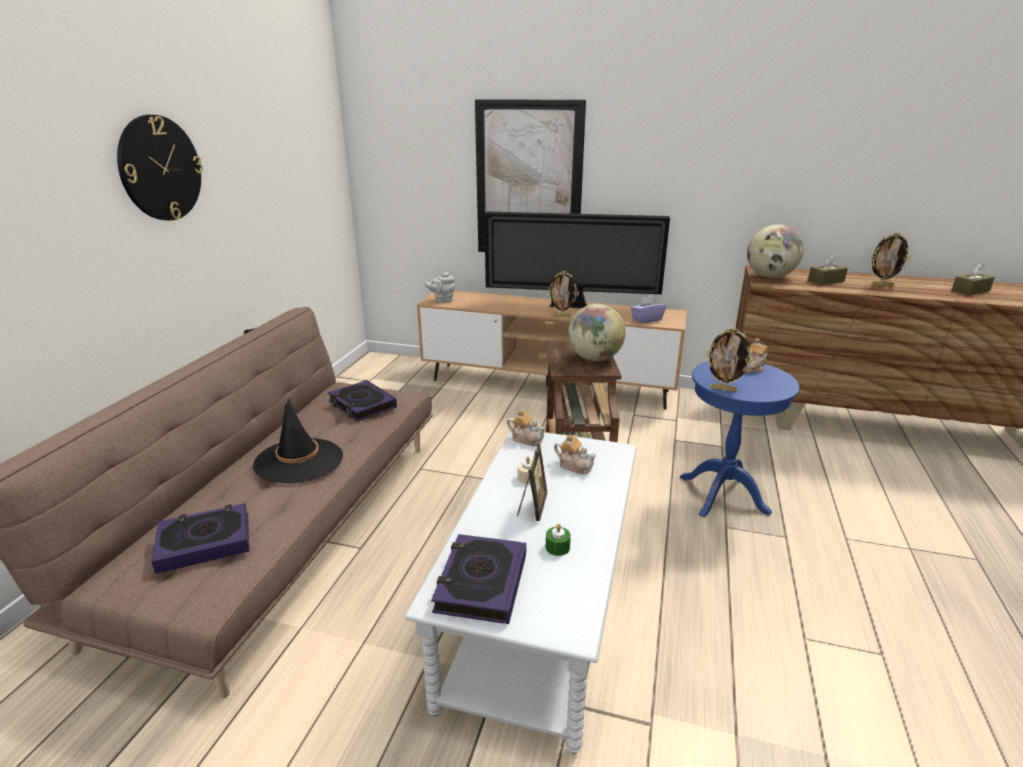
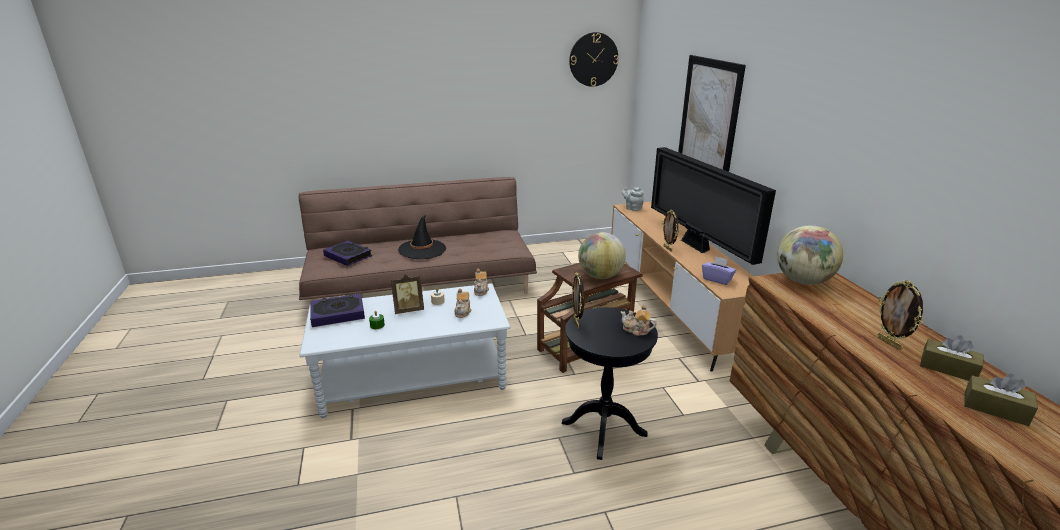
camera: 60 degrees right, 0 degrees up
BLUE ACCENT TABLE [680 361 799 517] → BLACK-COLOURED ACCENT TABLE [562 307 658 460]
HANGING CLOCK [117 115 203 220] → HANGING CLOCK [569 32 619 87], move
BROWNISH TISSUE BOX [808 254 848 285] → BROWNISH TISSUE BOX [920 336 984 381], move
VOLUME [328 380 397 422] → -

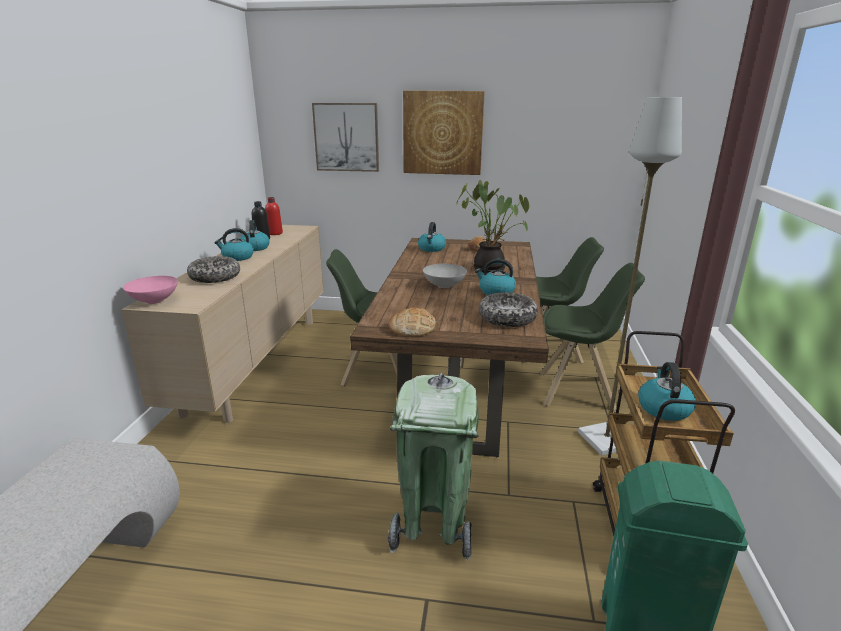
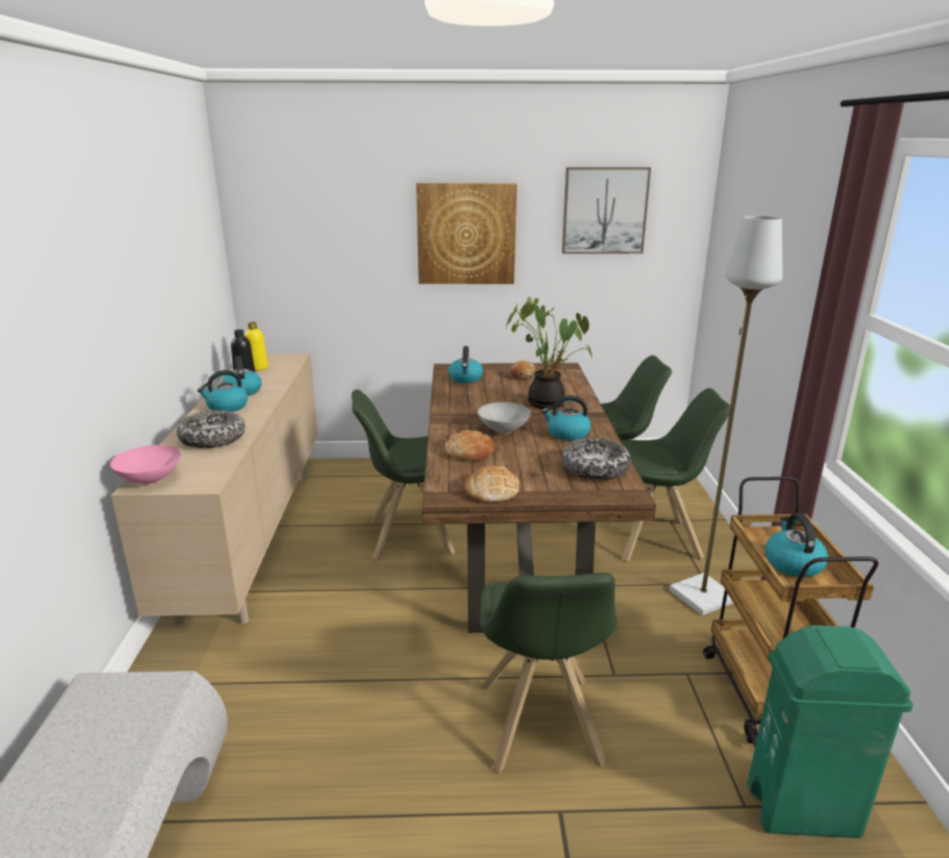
camera: 10 degrees left, 0 degrees up
RED BEVERAGE BOTTLE [265 197 283 235] → YELLOW BEVERAGE BOTTLE [245 322 268 371]
- → BAKERY BREAD [445 430 495 461]
GREEN-COLOURED TRASH CAN [388 373 479 560] → GREEN-COLOURED CHAIR [480 572 617 773]
WALL ART [312 103 379 172] → WALL ART [562 167 651 254], move

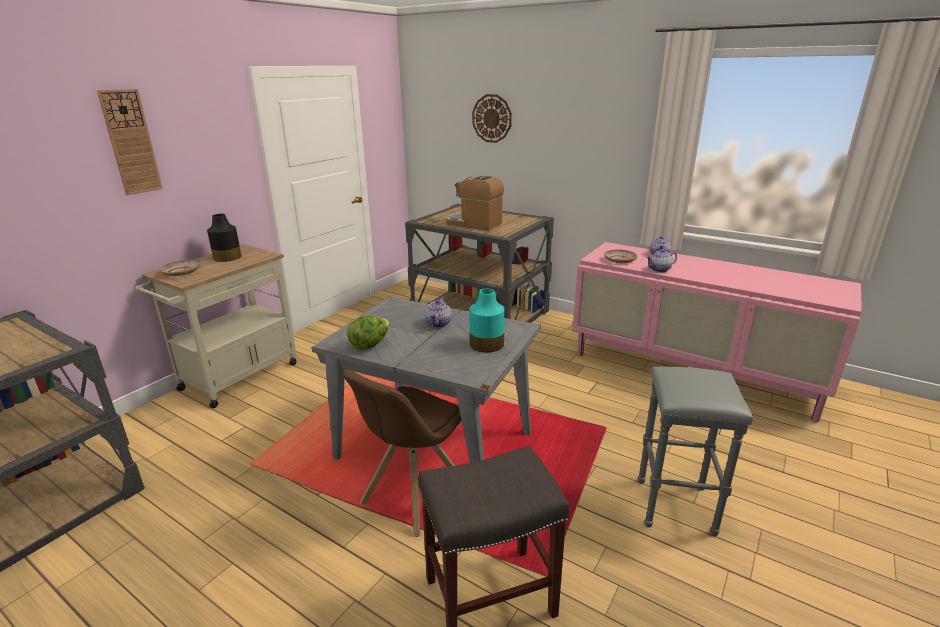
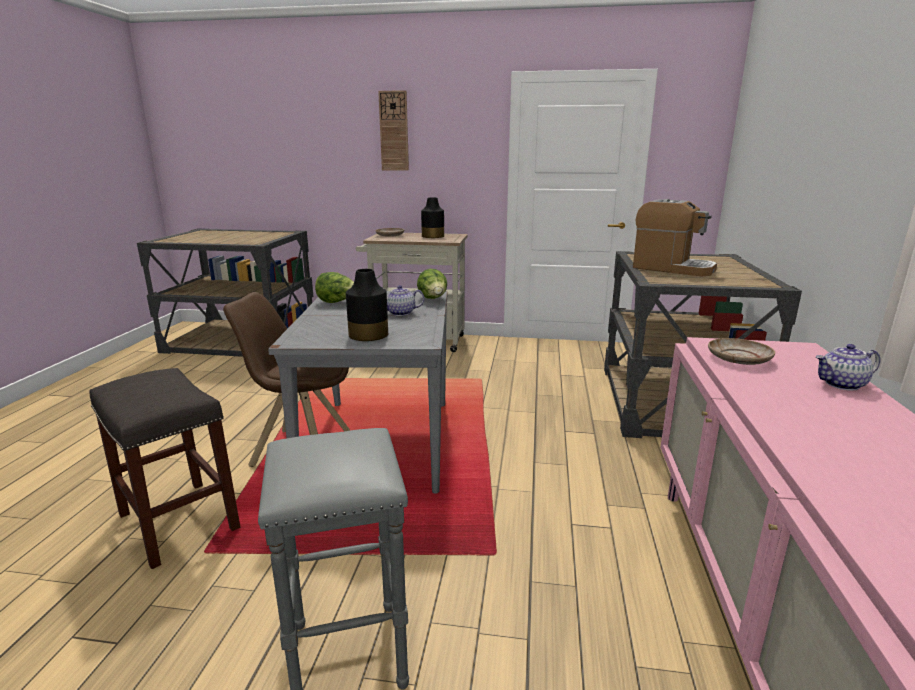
camera: 65 degrees right, 5 degrees down
BLUE-GREEN DECORATIVE VASE [469 289 505 352] → BLACK-COLOURED DECORATIVE VASE [346 269 388 341]
- → LETTUCE HEAD [417 269 447 299]
COFFEE MACHINE [446 175 504 231] → COFFEE MACHINE [633 199 717 276], 120 degrees clockwise
HANGING CLOCK [472 94 512 143] → -
TEAPOT [646 249 677 272] → -

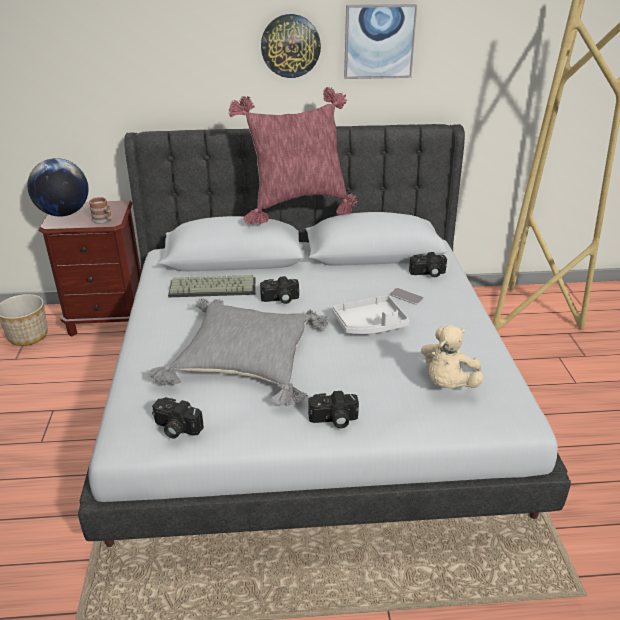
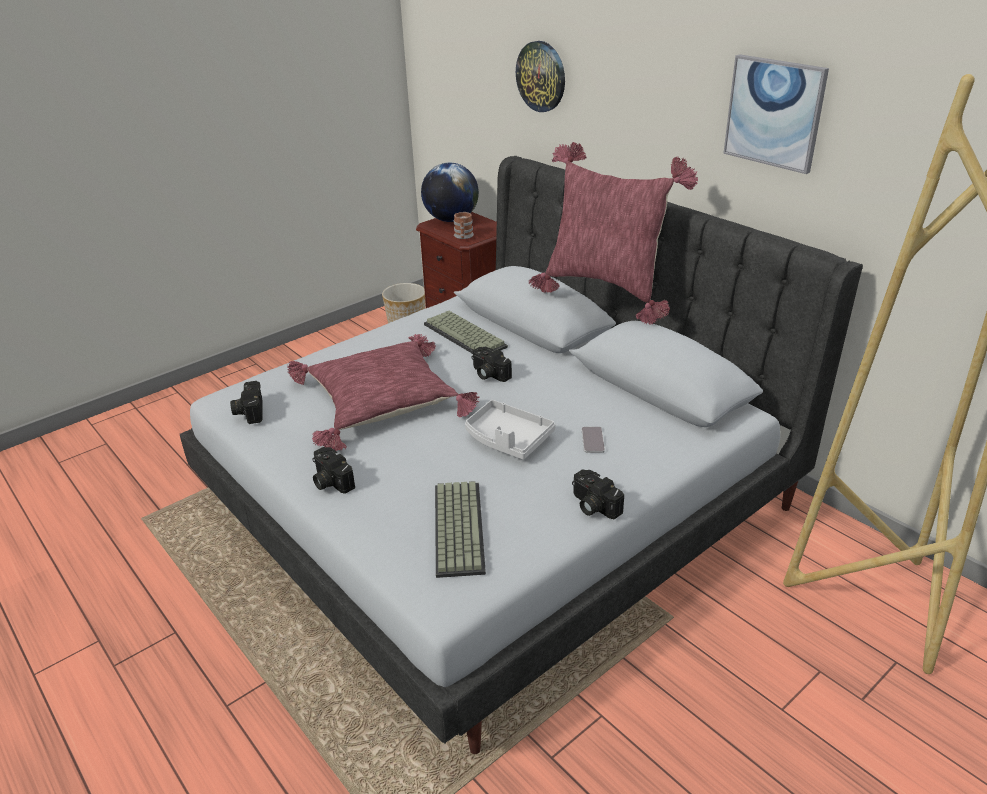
camera: 55 degrees right, 0 degrees up
GRAY CUSHION [146 298 330 406] → RED CUSHION [288 334 480 451]
BEIGE CUDDLY TOY [421 325 483 388] → PC KEYBOARD [435 481 486 578]
HANGING CLOCK [261 14 321 78] → HANGING CLOCK [516 41 565 112], move
STILL CAMERA [409 252 447 277] → STILL CAMERA [572 469 624 519], move

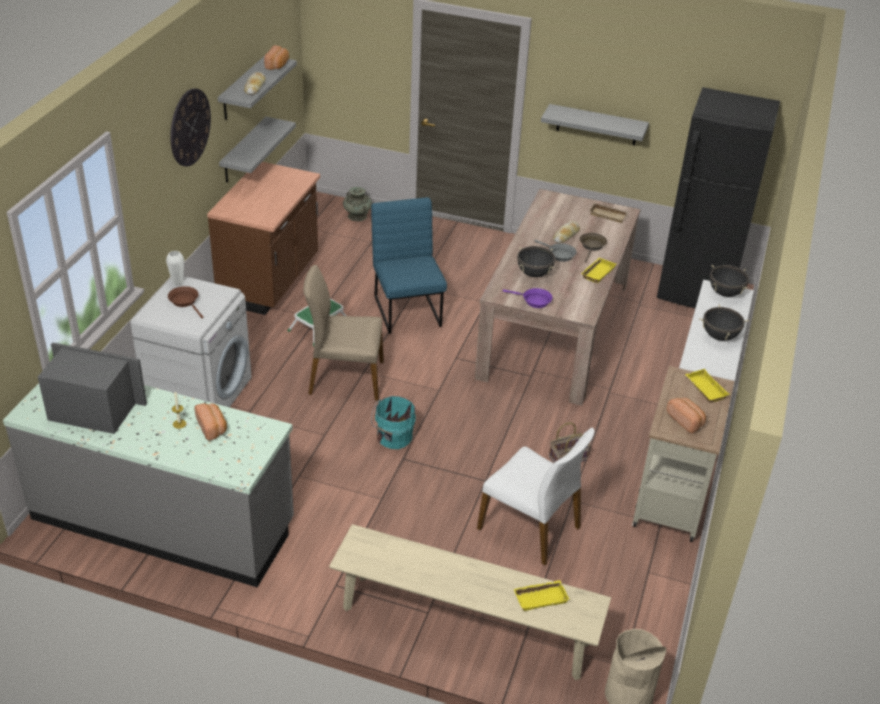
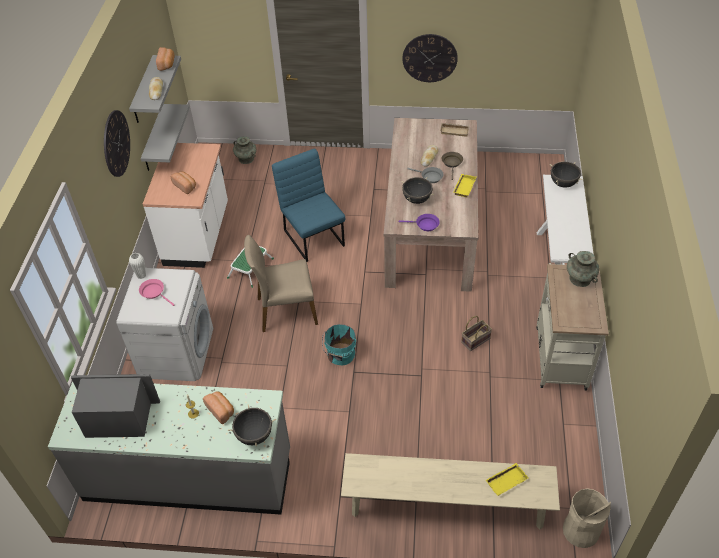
camera: 10 degrees left, 10 degrees up
BROWNISH FRYING PAN [168 286 203 318] → PINKISH FRYING PAN [139 279 175 306]
BROWNISH COUNTER [207 162 320 315] → WHITE-COLOURED COUNTER [143 143 228 268]
BAKERY BREAD [667 398 706 433] → BAKERY BREAD [171 172 196 194], move
BLACK-COLOURED STOCKPOT [699 305 749 341] → BLACK-COLOURED STOCKPOT [228 404 276 446], move
GRAY WALL SHELF [541 104 649 146] → HANGING CLOCK [402 34 458 82]
YELLOW TRAY [685 369 730 403] → BLUE-GREEN DECORATIVE VASE [567 251 599 287]
WHITE-COLOURED CHAIR [477 428 595 565] → -
BLACK-COLOURED KITCHEN FRIDGE [657 87 780 308] → -

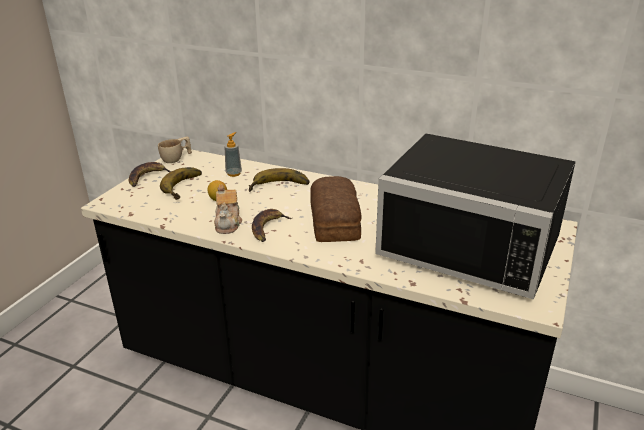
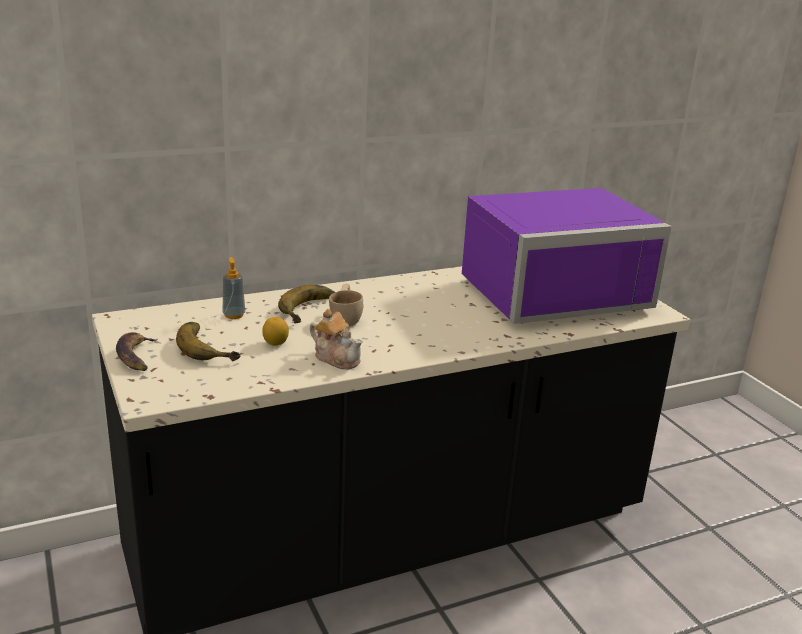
camera: 50 degrees left, 5 degrees down
BEIGE CUP [158 137 192 163] → BEIGE CUP [329 284 363 326], move
BLACK-COLOURED MICROWAVE [375 133 576 300] → PURPLE-COLOURED MICROWAVE [462 188 671 324]
WHOLE BANANA [252 209 292 242] → -
BAKERY BREAD [310 176 362 242] → -

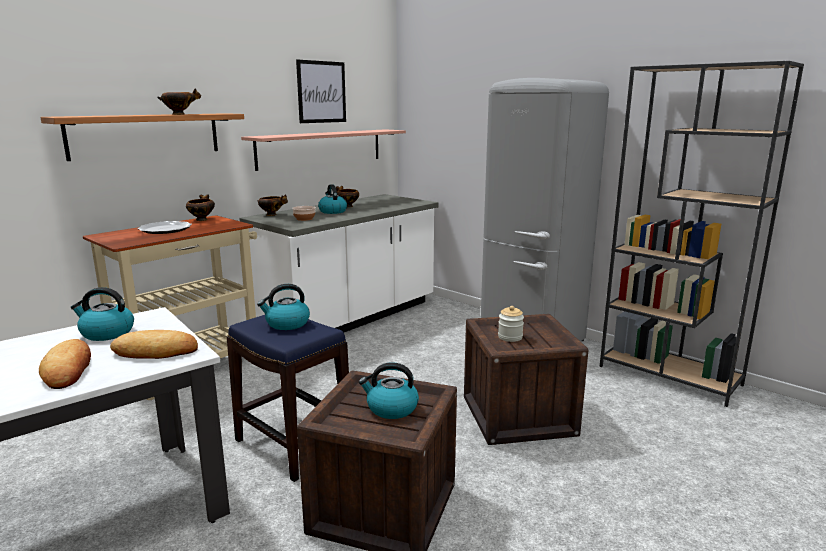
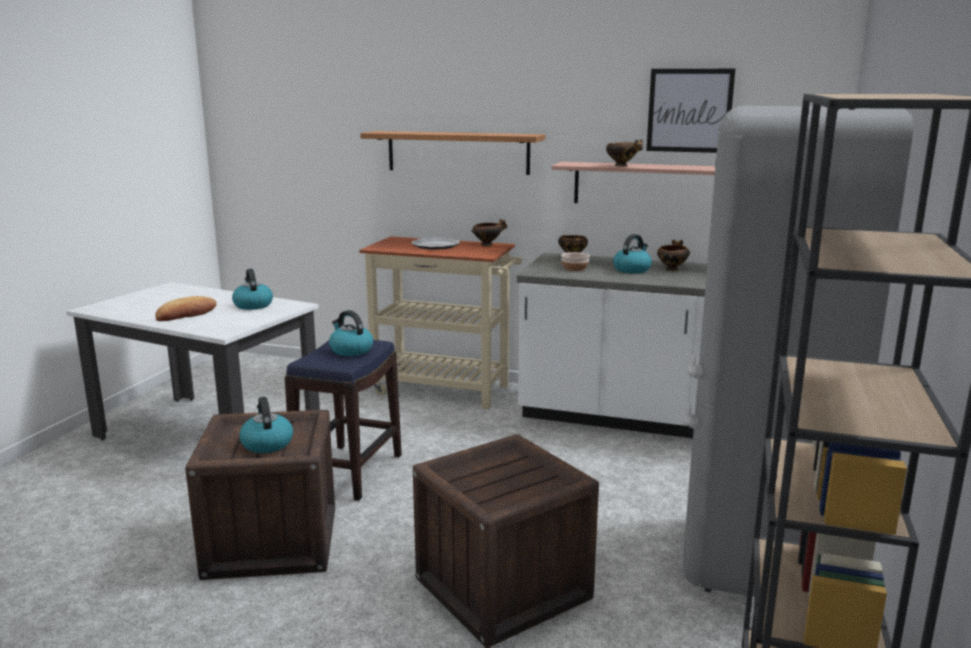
camera: 65 degrees right, 0 degrees up
SERVING BOWL [157 88 201 115] → SERVING BOWL [606 139 643 167], move
BAKERY BREAD [110 330 198 359] → -
PRESERVE JAR [498 306 524 342] → -

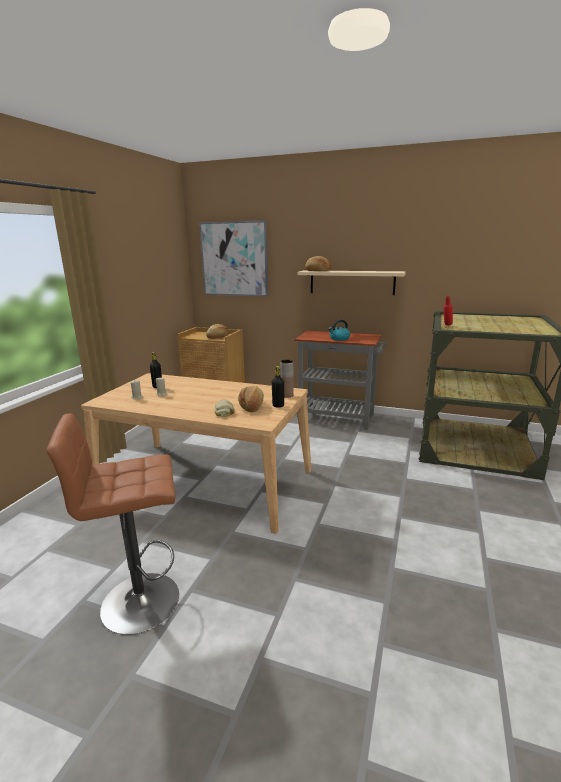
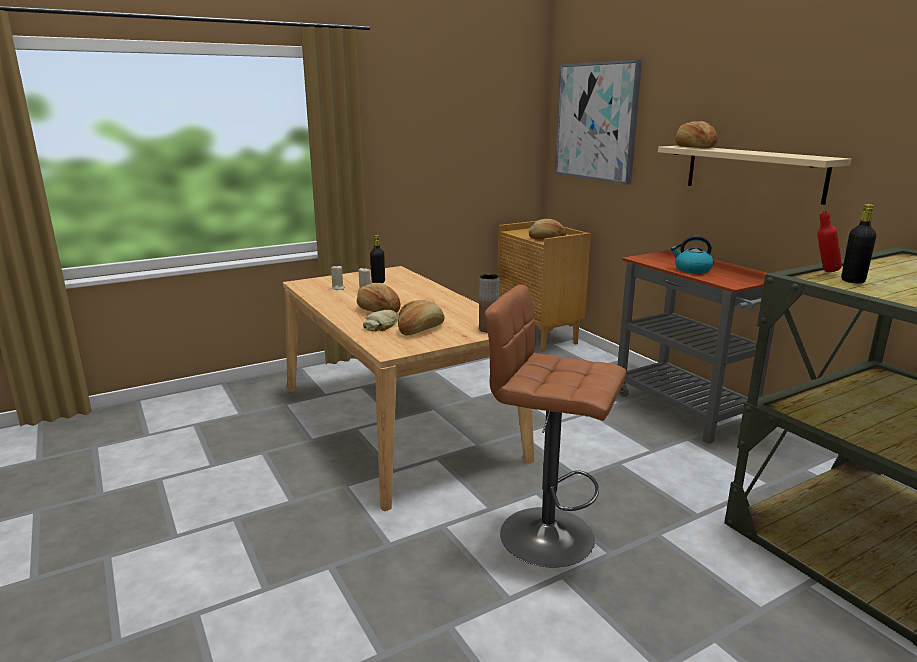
camera: 40 degrees right, 0 degrees up
- → BAKERY BREAD [357 283 401 313]
BROWNISH STOOL SEAT [47 413 179 635] → BROWNISH STOOL SEAT [485 285 626 568], move
BLACK-COLOURED BEVERAGE BOTTLE [272 366 284 408] → BLACK-COLOURED BEVERAGE BOTTLE [841 204 876 284], move

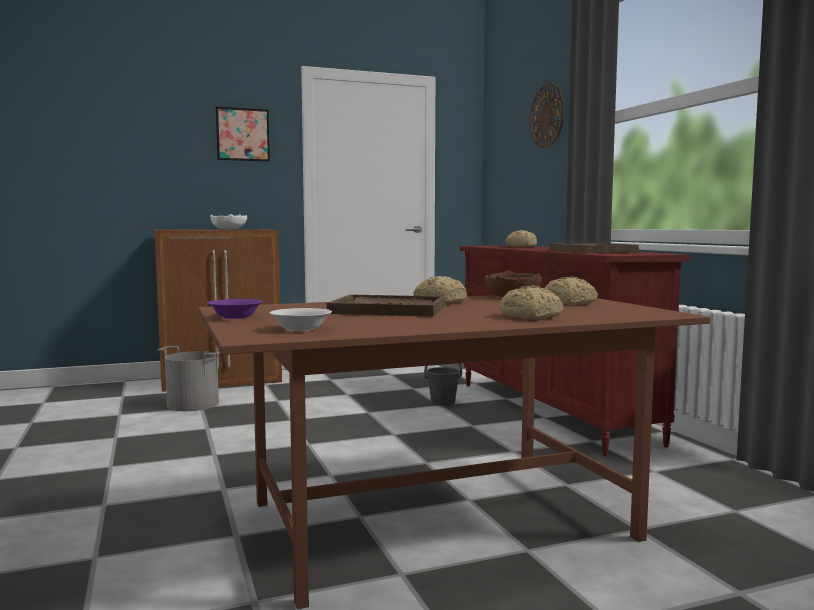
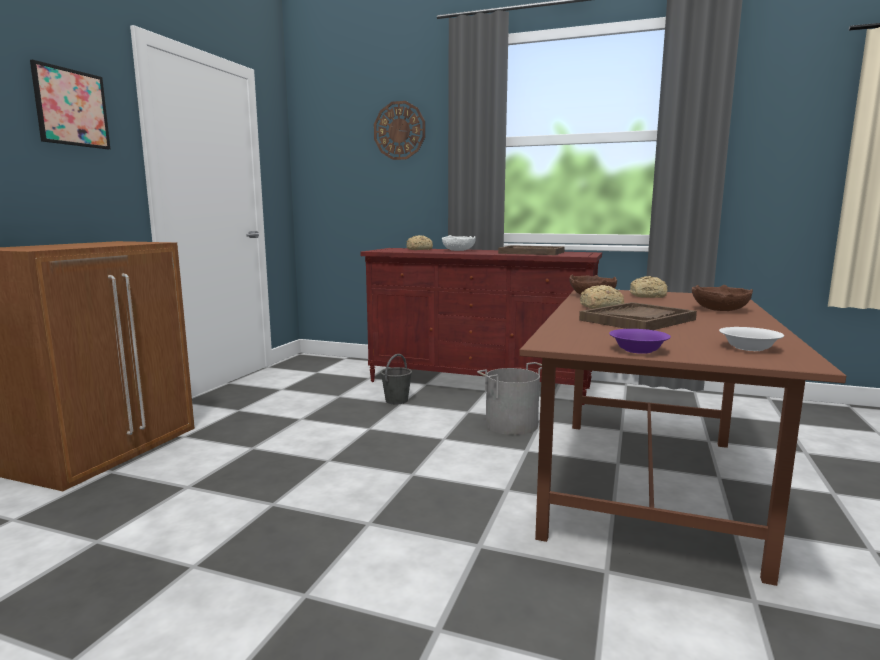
camera: 50 degrees left, 5 degrees up
WHITE-COLOURED SERVING BOWL [210 214 247 230] → WHITE-COLOURED SERVING BOWL [442 235 476 251], move
GRAY BUCKET [157 346 220 411] → GRAY BUCKET [477 362 542 435], move
BAKERY BREAD [499 285 564 320] → BROWNISH SERVING BOWL [692 285 753 311]

